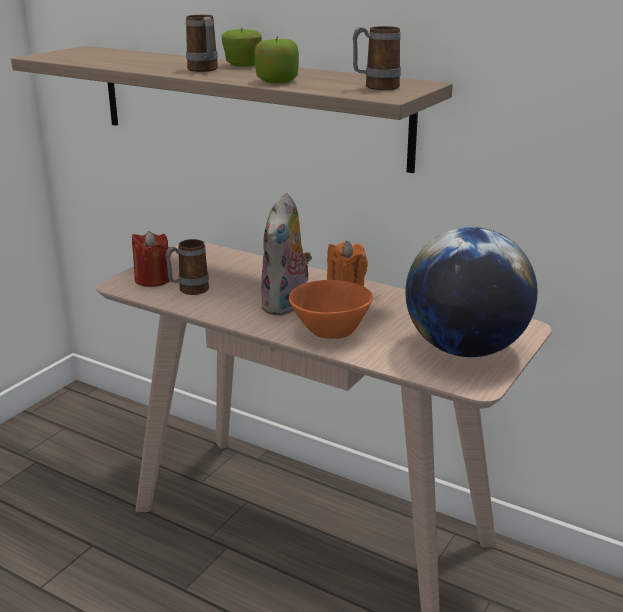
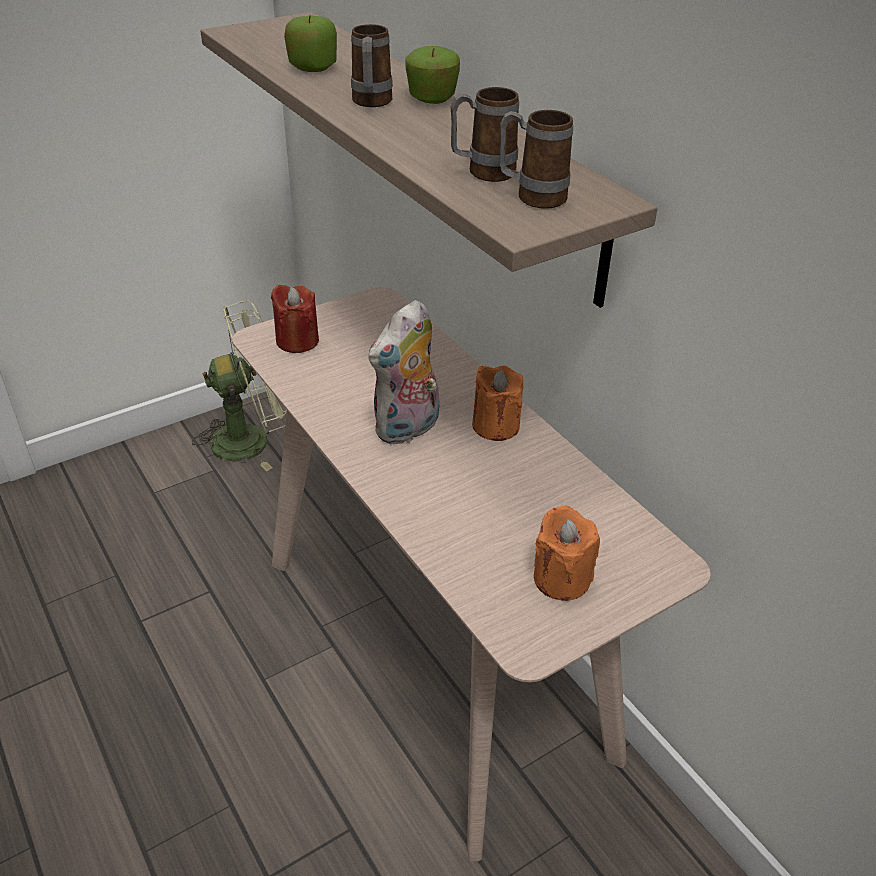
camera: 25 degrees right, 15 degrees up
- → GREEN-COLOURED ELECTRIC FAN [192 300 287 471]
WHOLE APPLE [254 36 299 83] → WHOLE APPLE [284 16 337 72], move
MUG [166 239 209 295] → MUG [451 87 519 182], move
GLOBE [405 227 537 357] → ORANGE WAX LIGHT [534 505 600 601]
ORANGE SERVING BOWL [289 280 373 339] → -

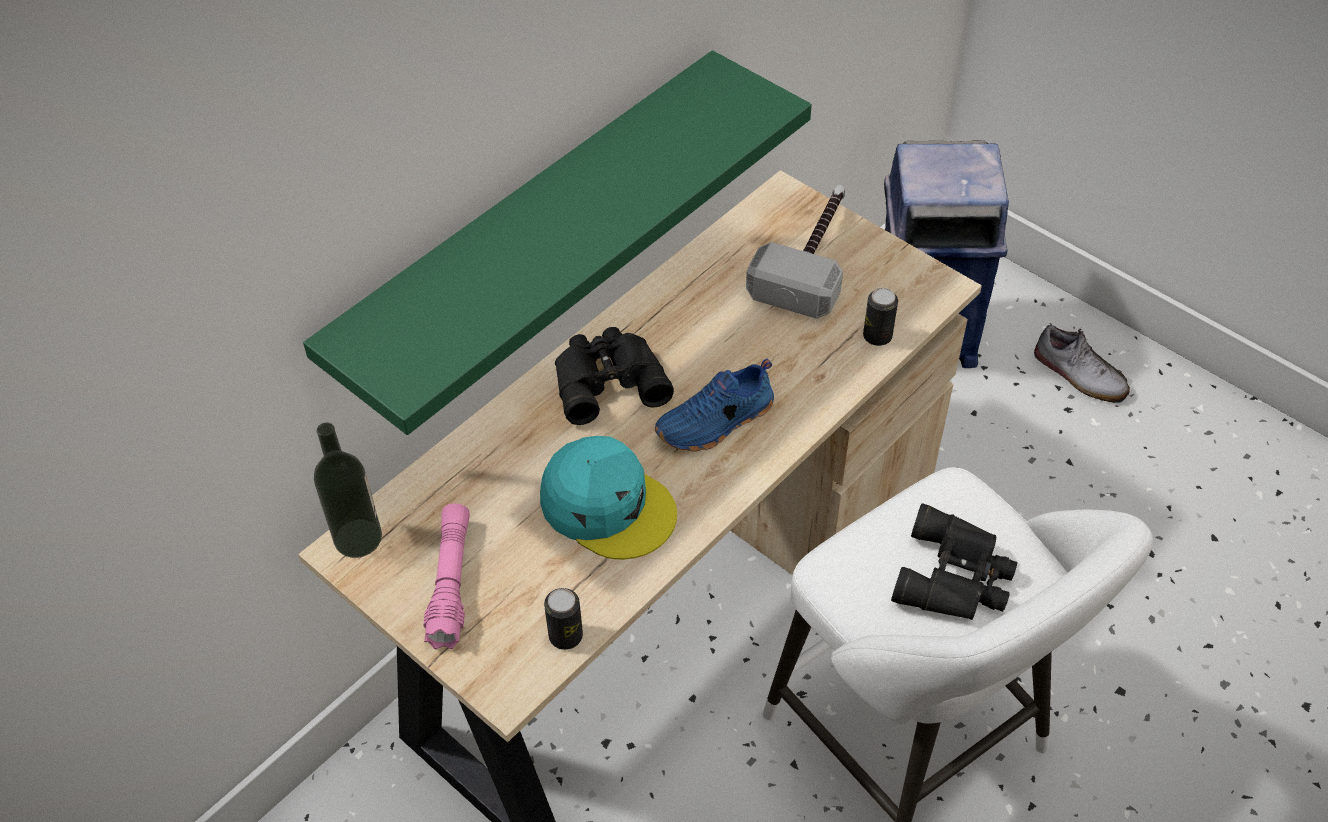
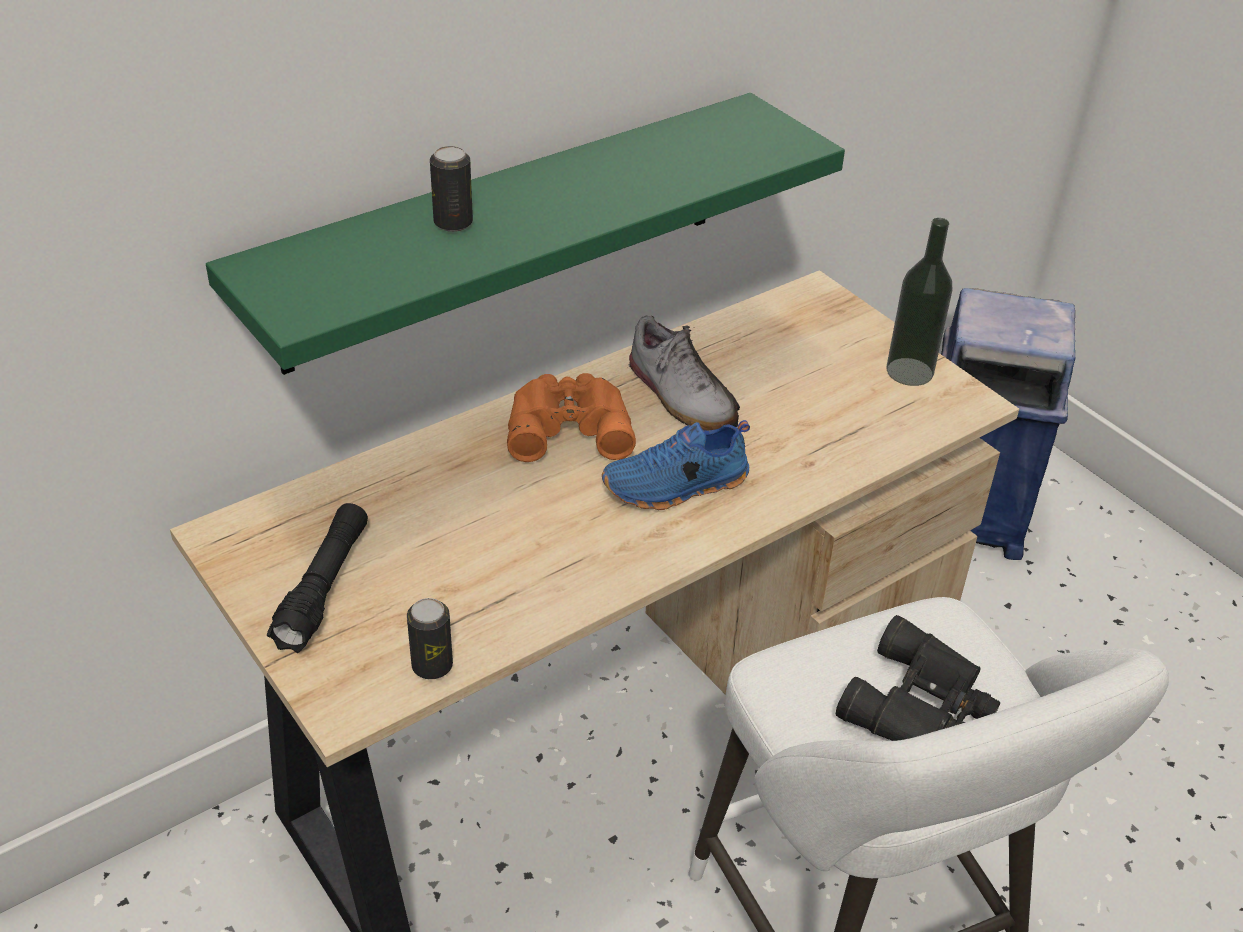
camera: 10 degrees right, 10 degrees down
PINKISH TORCH [423 503 470 649] → BLACK-COLOURED TORCH [267 503 368 653]
SEALED CAN [863 288 898 346] → SEALED CAN [430 146 473 232], move
BLACK-COLOURED PAIR OF BINOCULARS [555 327 674 425] → ORANGE PAIR OF BINOCULARS [507 373 636 462]
ITEM OF FOOTWEAR [1034 323 1130 403] → ITEM OF FOOTWEAR [627 316 740 431], move
BEVERAGE BOTTLE [314 423 382 558] → BEVERAGE BOTTLE [886 218 952 386], move
BLUE-GREEN PEAKED CAP [540 436 677 559] → -
TOOL HAMMER [746 185 845 319] → -

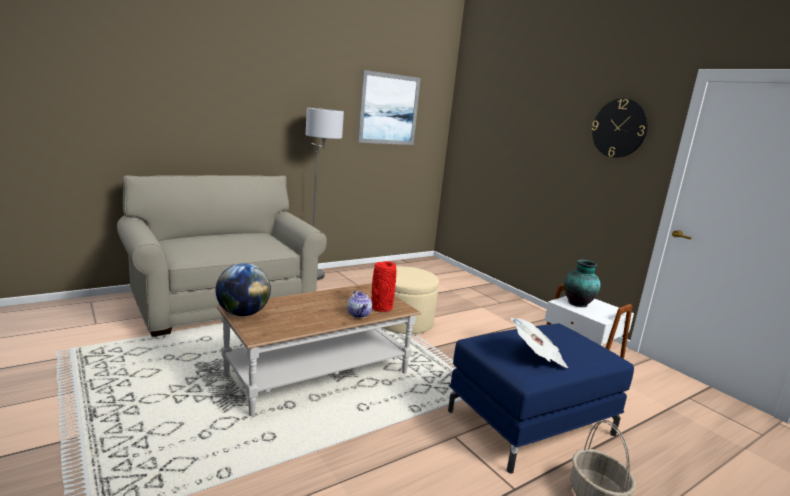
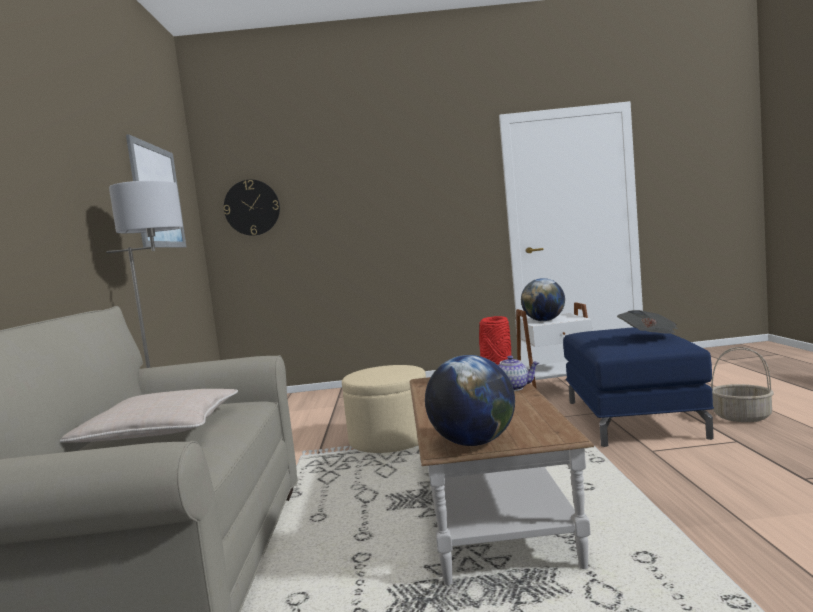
camera: 55 degrees left, 10 degrees down
- → BEIGE CUSHION [60 389 238 443]
HANGING CLOCK [592 98 648 158] → HANGING CLOCK [224 180 280 236], move
DECORATIVE VASE [565 260 601 307] → GLOBE [521 278 565 321]

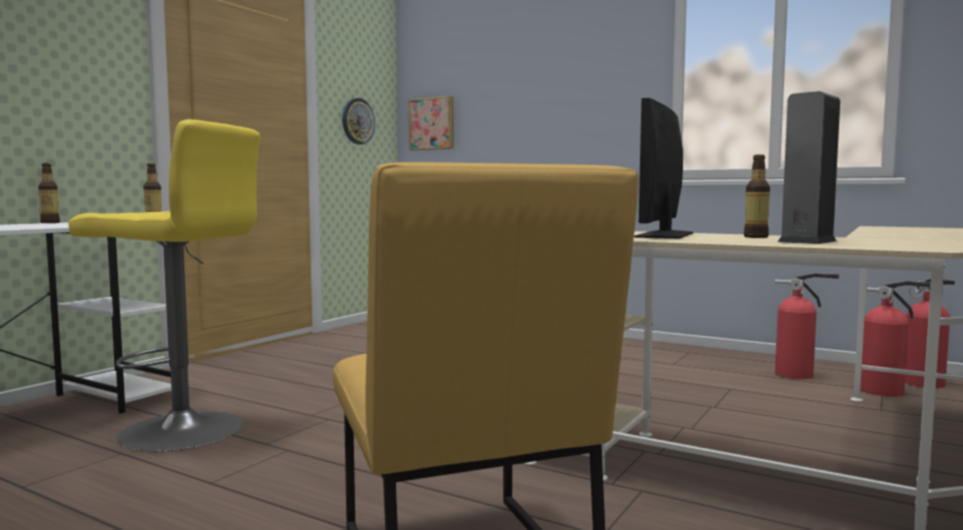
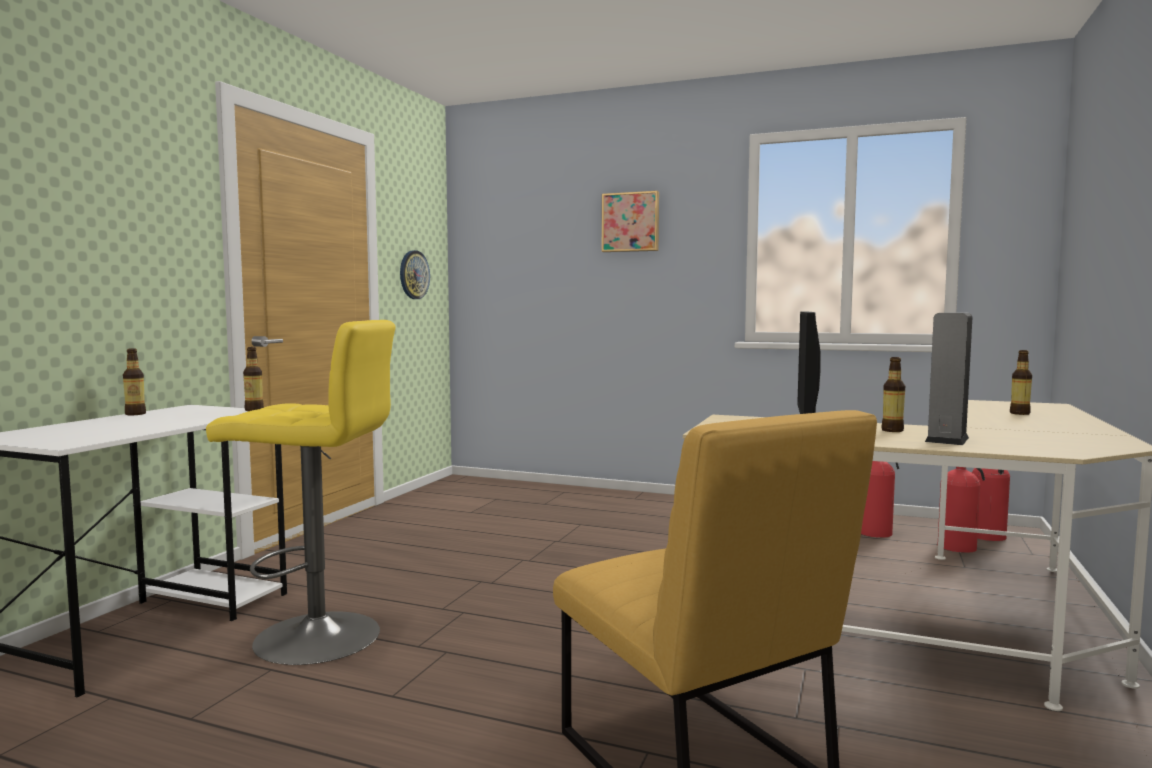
camera: 10 degrees left, 0 degrees up
WALL ART [409 96 454 150] → WALL ART [602 191 659 252], move
- → BEVERAGE BOTTLE [1010 350 1032 415]

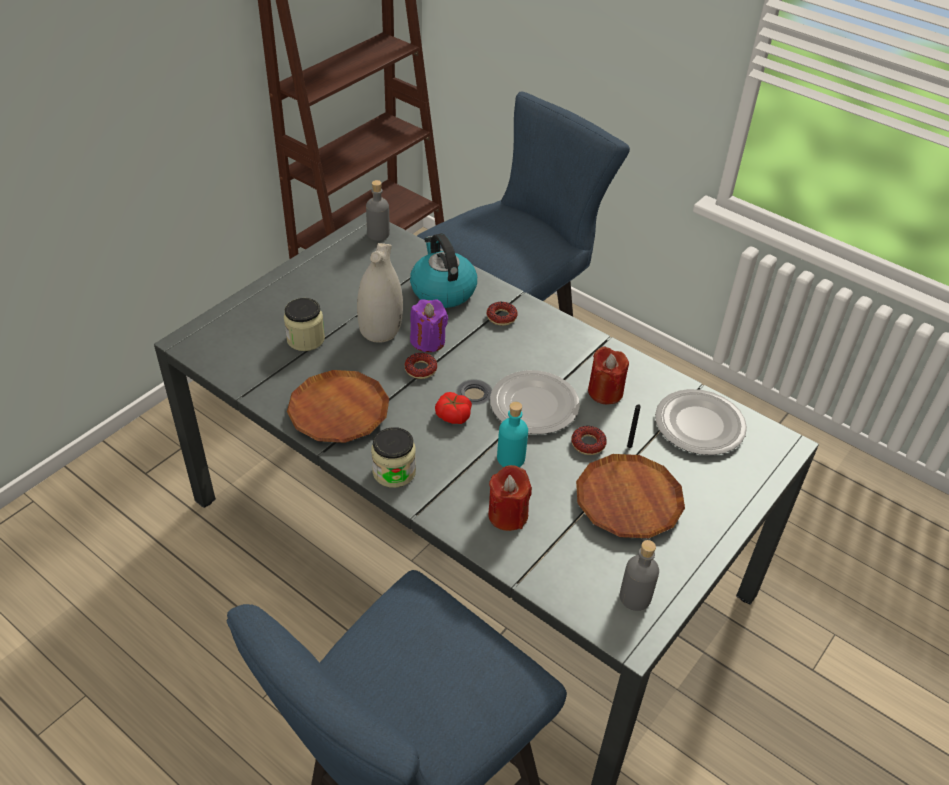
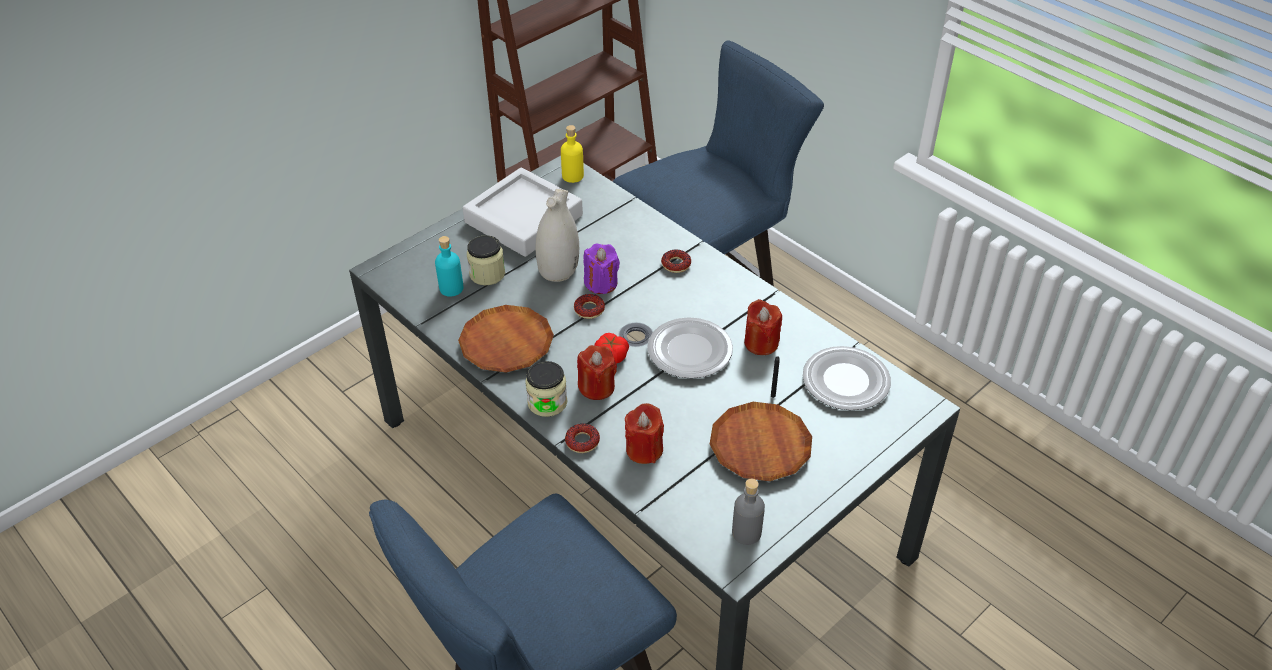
camera: 10 degrees right, 0 degrees up
BLUE-GREEN BEVERAGE BOTTLE [497 402 528 467] → BLUE-GREEN BEVERAGE BOTTLE [435 236 464 297], move
- → GRAY TRAY [463 168 583 257]
GRAY BEVERAGE BOTTLE [366 180 390 241] → YELLOW BEVERAGE BOTTLE [561 125 584 183]
RING DOUGHNUT [571 426 607 455] → RING DOUGHNUT [565 423 600 453], move
- → RED WAX LIGHT [577 345 617 400]
WATER KETTLE [410 233 477 308] → -

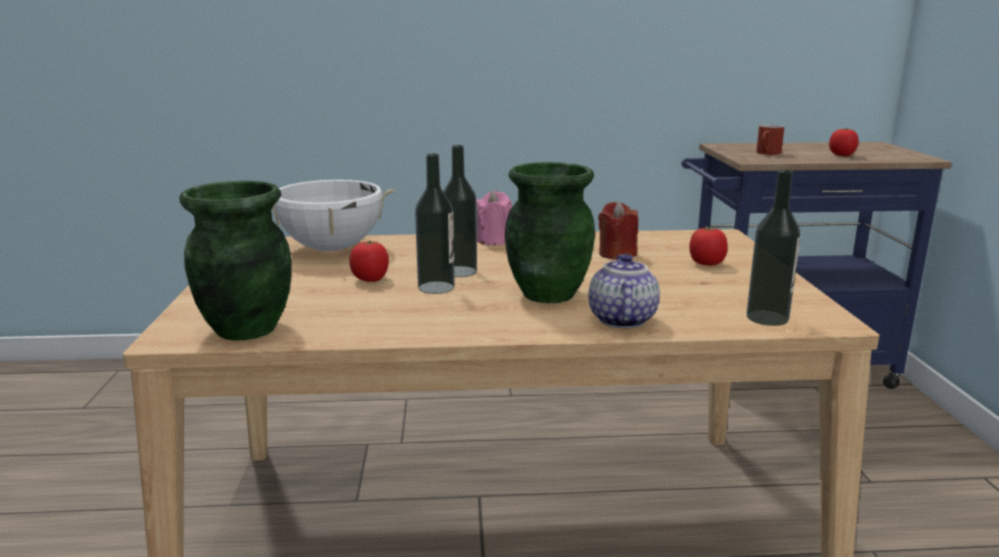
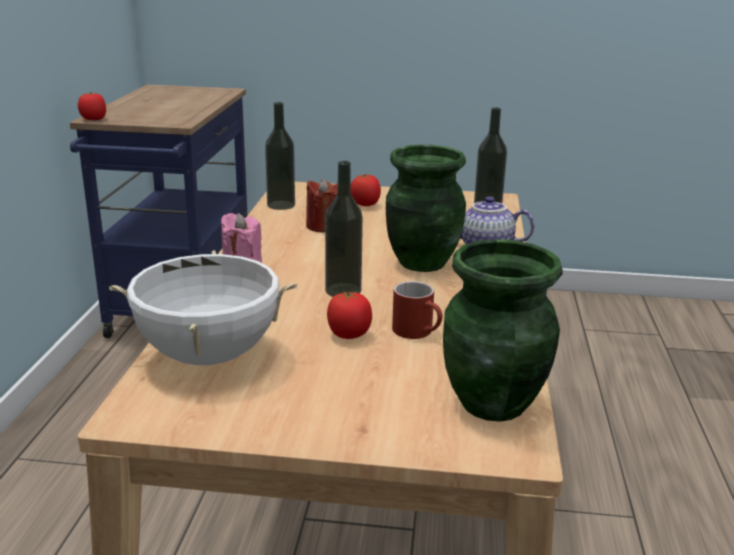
camera: 80 degrees left, 5 degrees up
TOMATO [829 128 859 156] → TOMATO [78 92 106 120], move
BEVERAGE BOTTLE [415 153 455 294] → BEVERAGE BOTTLE [265 102 295 210], move
RED MUG [756 125 784 155] → RED MUG [392 281 442 339], move

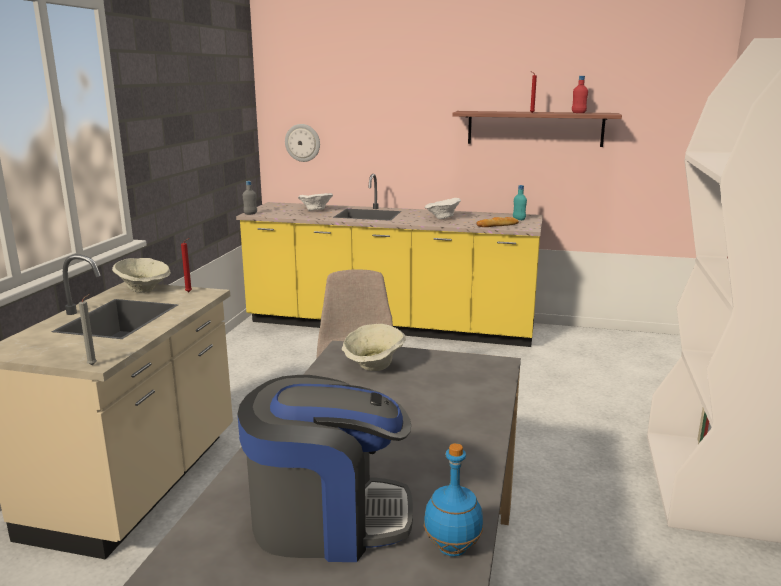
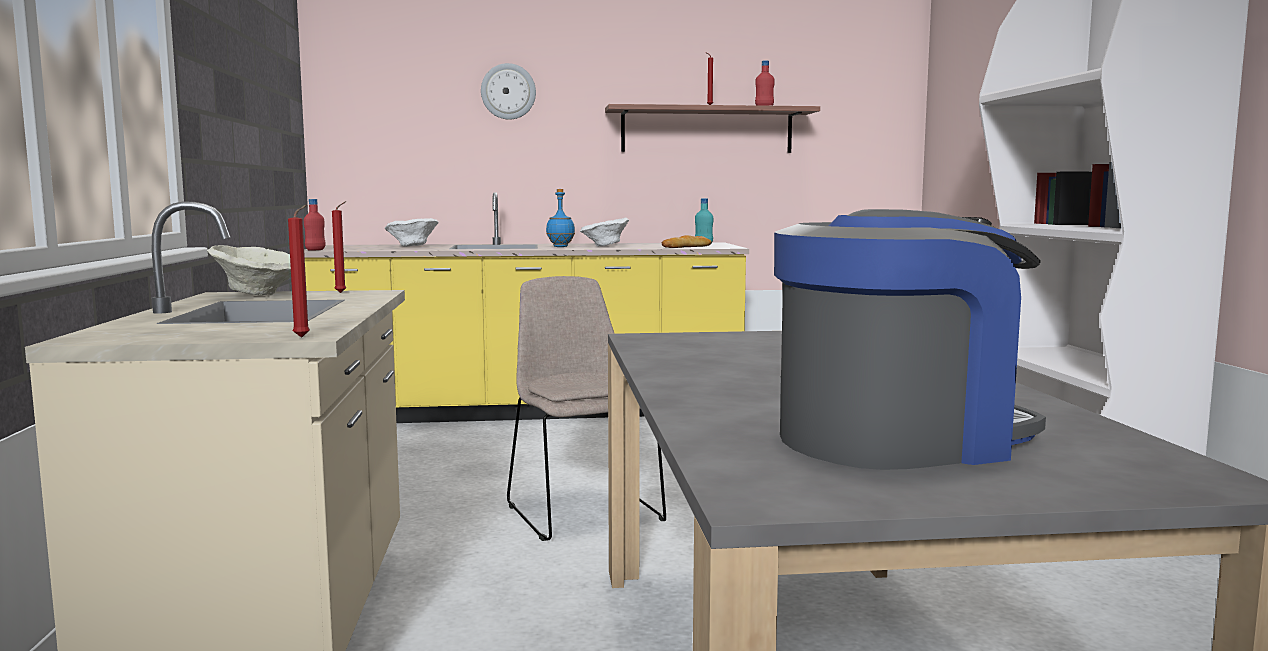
camera: 20 degrees left, 10 degrees down
GRAY WAX LIGHT [79 294 97 365] → RED WAX LIGHT [288 205 310 338]
GRAY BEVERAGE BOTTLE [243 181 257 215] → RED BEVERAGE BOTTLE [304 199 326 251]
HANGING CLOCK [285 124 320 162] → HANGING CLOCK [481 63 536 120], move
BLUE BEVERAGE BOTTLE [424 443 483 557] → BLUE BEVERAGE BOTTLE [546 189 575 247], move
BEIGE SERVING BOWL [342 324 406 371] → -

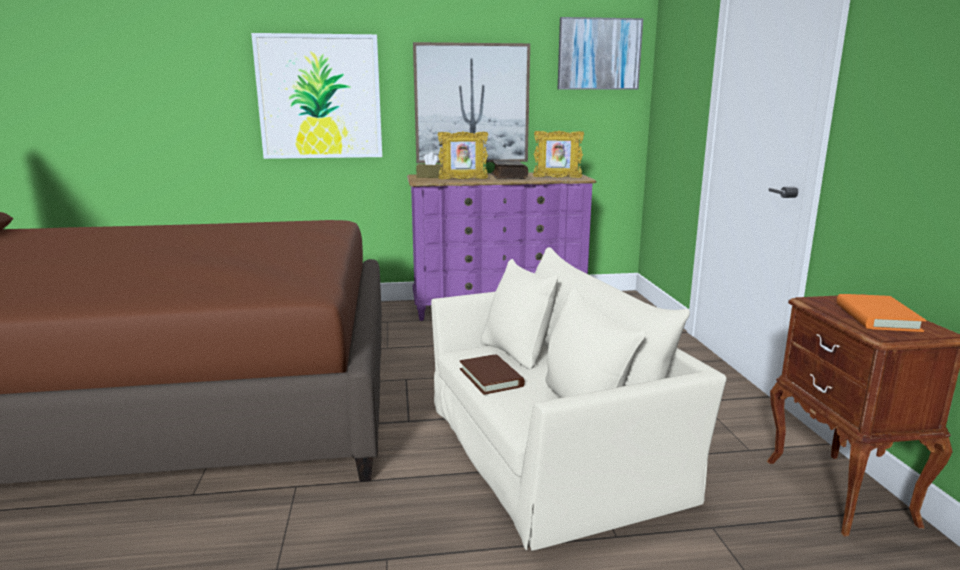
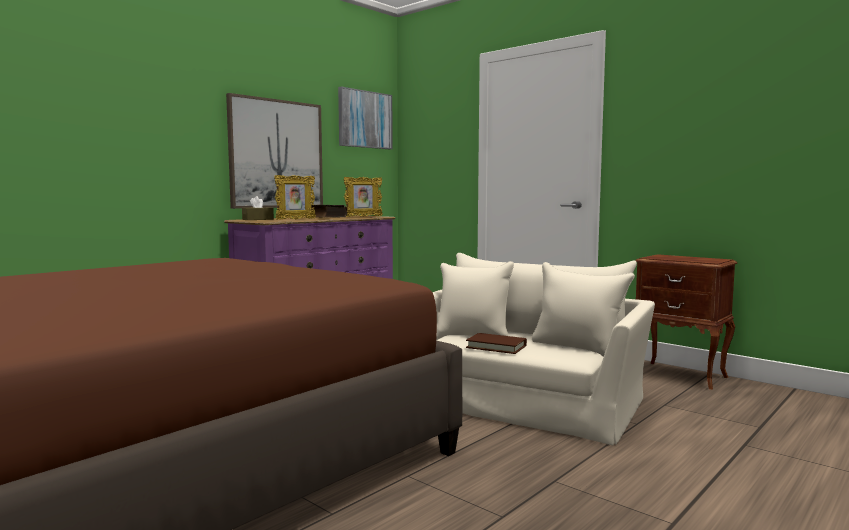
camera: 40 degrees left, 10 degrees down
WALL ART [251 33 382 159] → -
ORANGE VOLUME [837 294 927 332] → -

